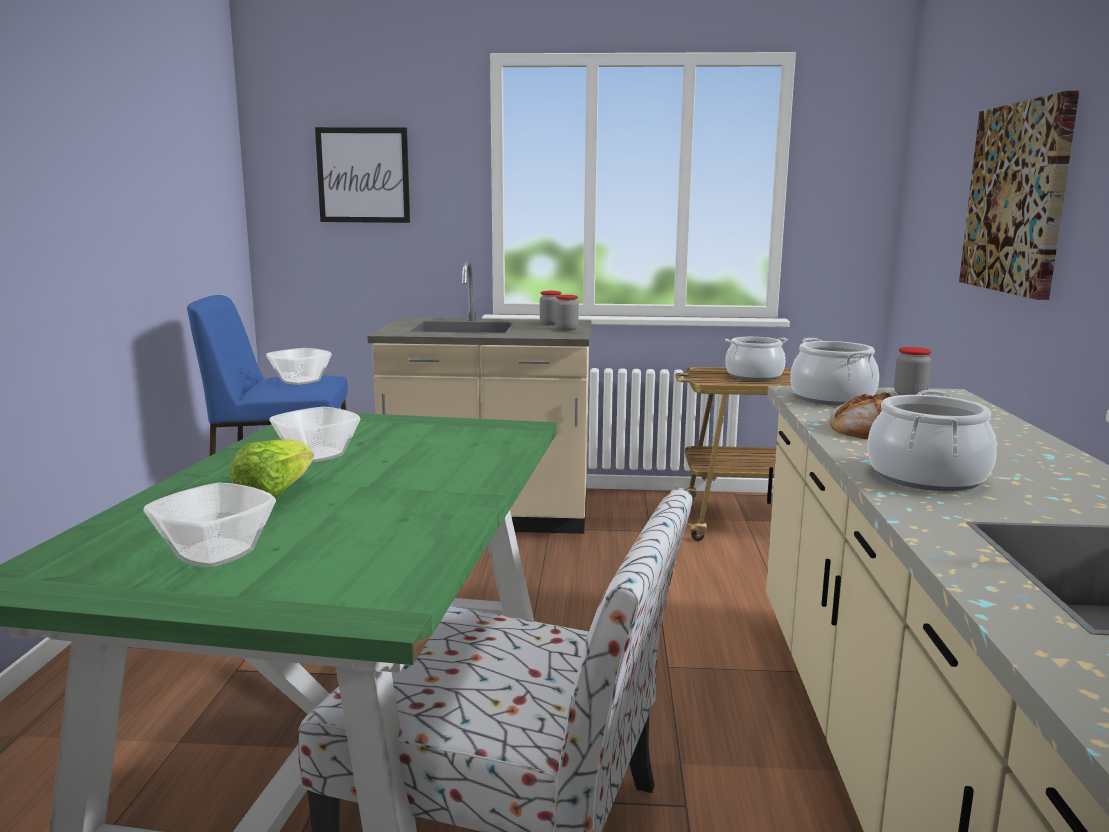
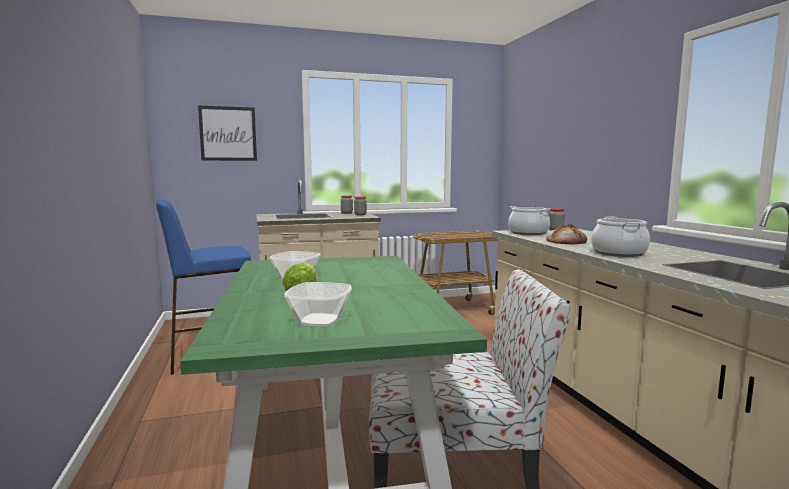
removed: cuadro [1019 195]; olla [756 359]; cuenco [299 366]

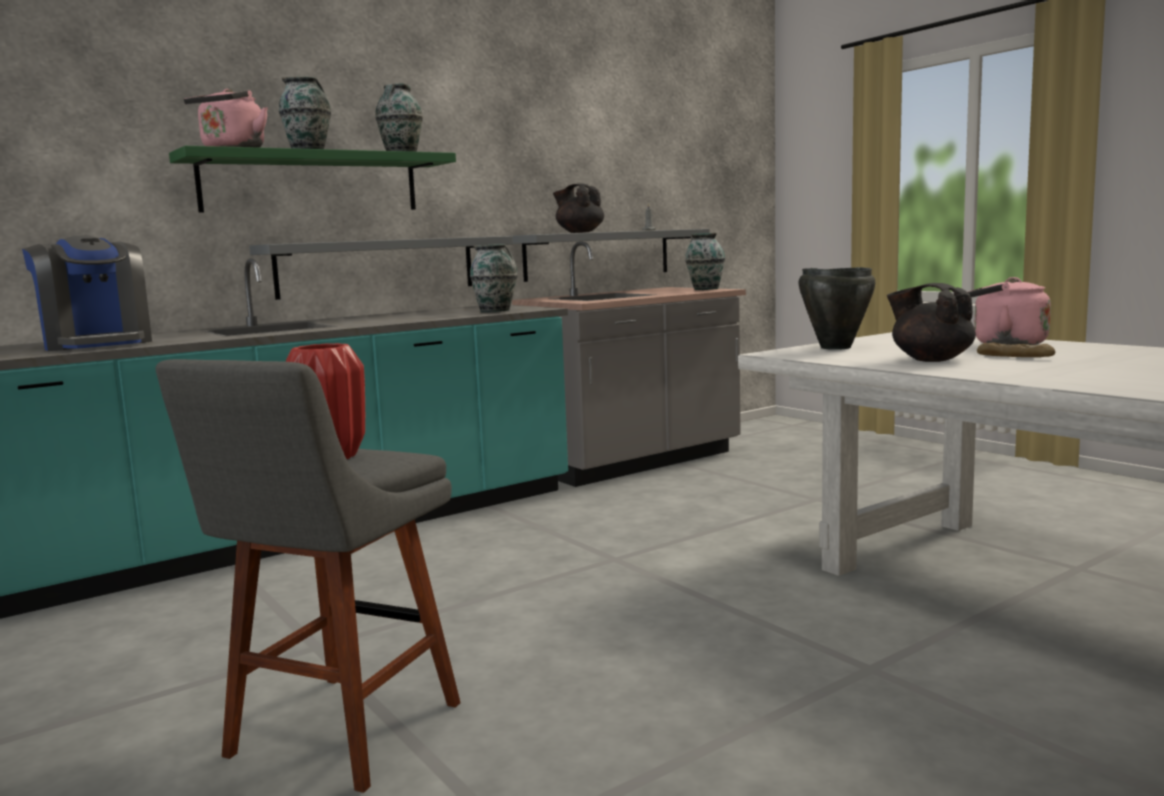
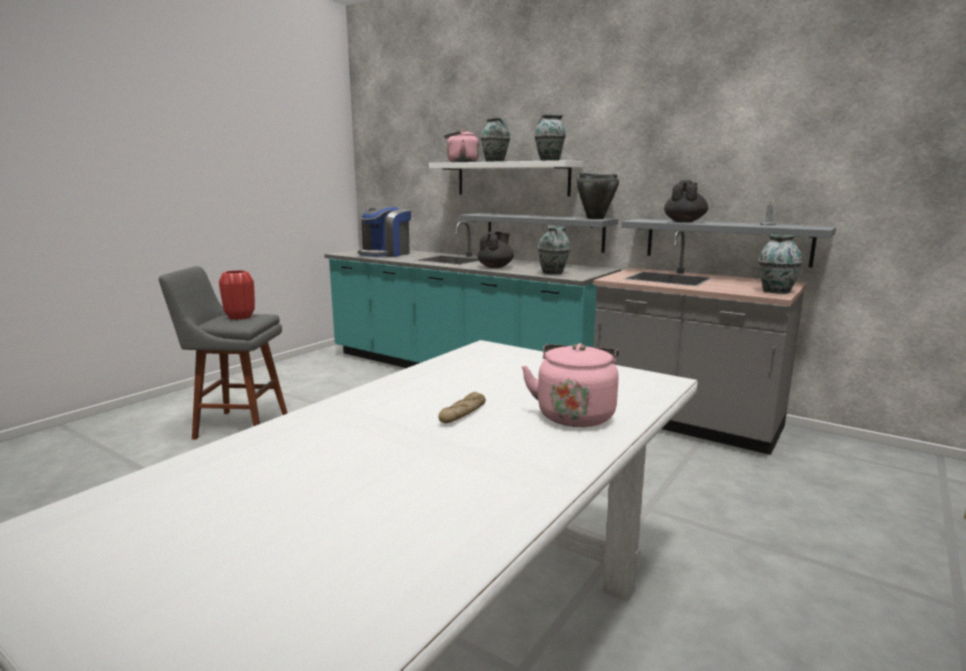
moved: olla [negro] [837 308] to [597 196]; tetera [negro] [931 322] to [495 249]
recoloured: estante [verde] [312 179] to estante [blanco] [506 178]

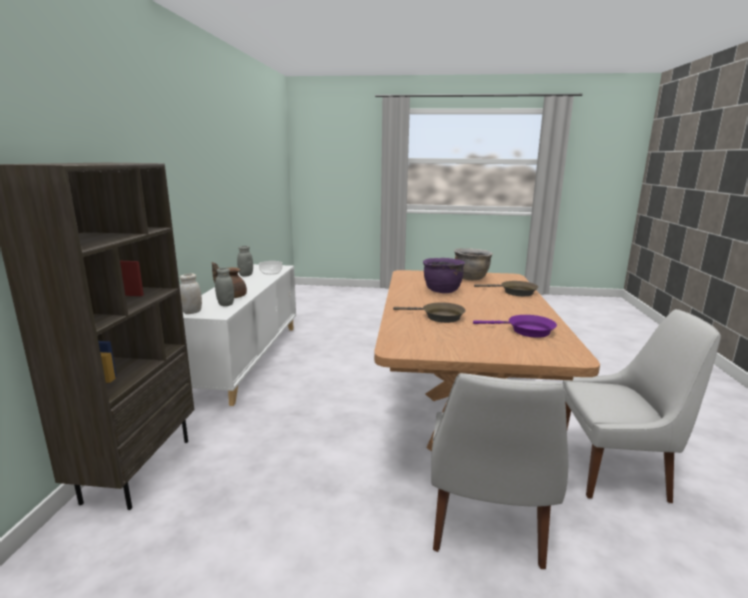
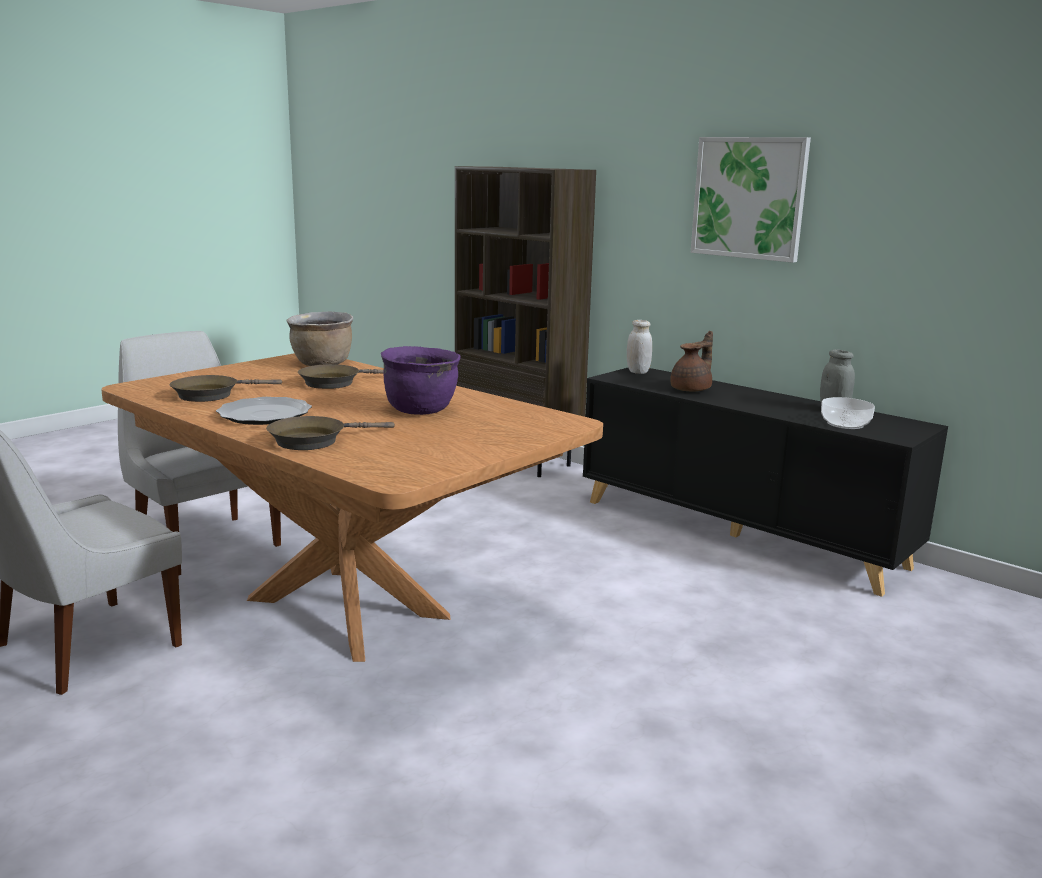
removed: tarro [gris] [224 287]
added: cuadro [751 200]; plato [264 411]
moved: olla [marrón] [473 264] to [319 338]
recoloured: armario [blanco] [239 335] to armario [negro] [765 482]; sartén [morado] [515 326] to sartén [marrón] [225 388]

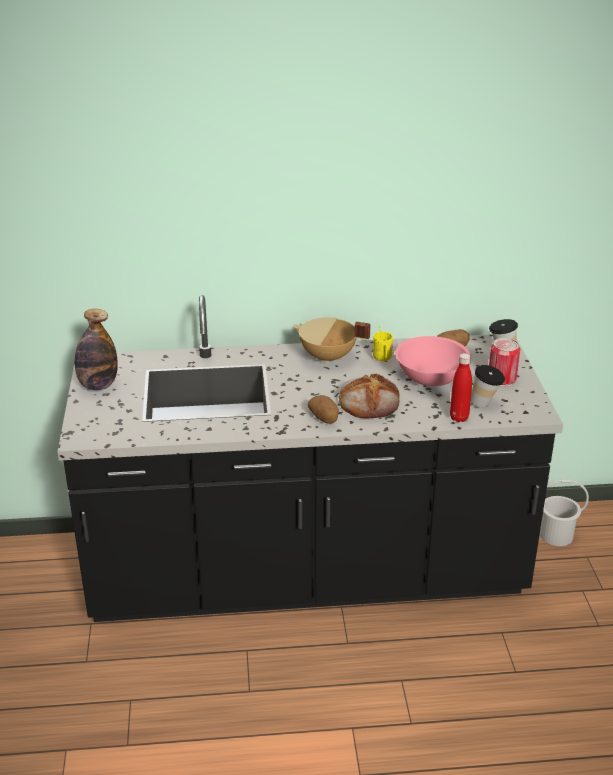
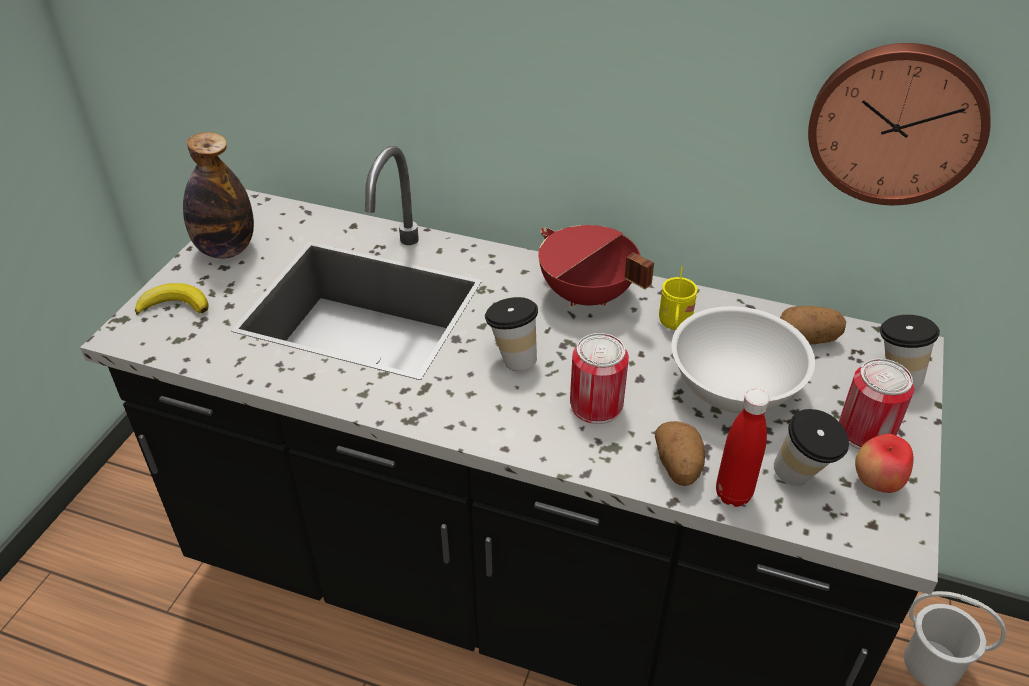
added: reloj de pared [899 124]; plátano [172 299]; taza [511 334]; manzana [884 463]
moved: patata [323 409] to [680 453]
replaced: pan [369 396] to lata [599 378]
recoloured: olla [beis] [332 340] to olla [rojo] [596 266]; cuenco [rosa] [433 361] to cuenco [blanco] [743 360]

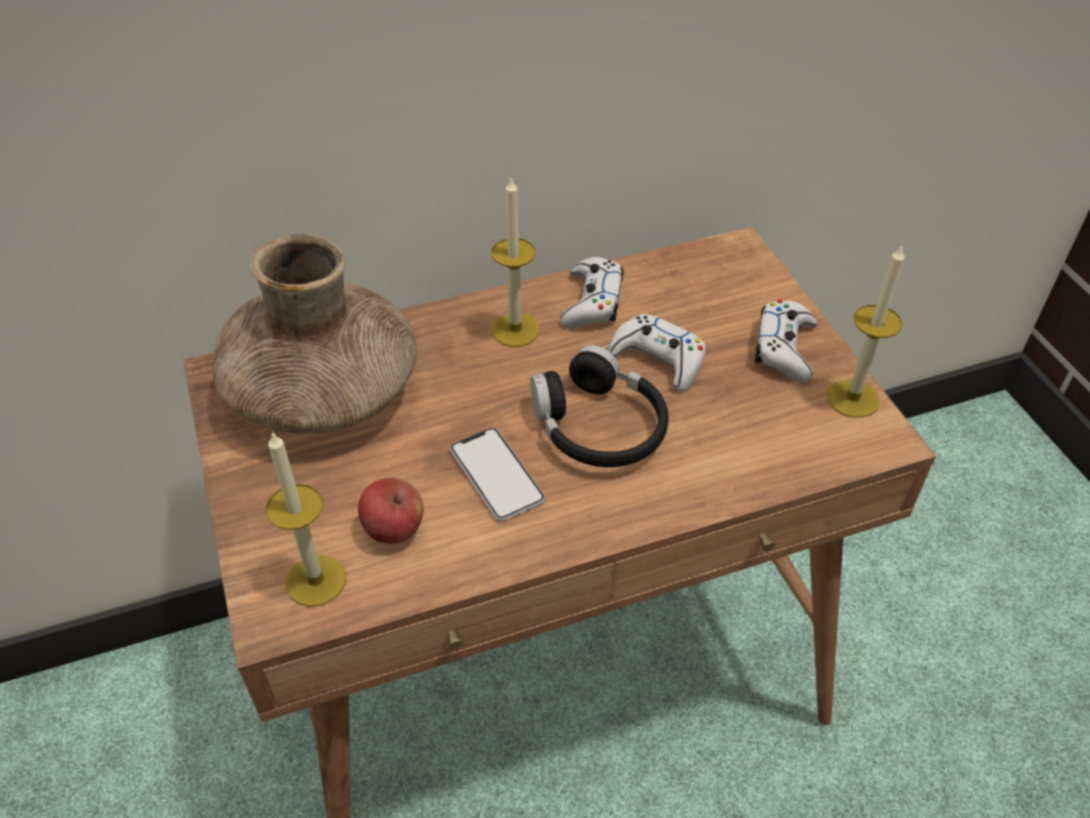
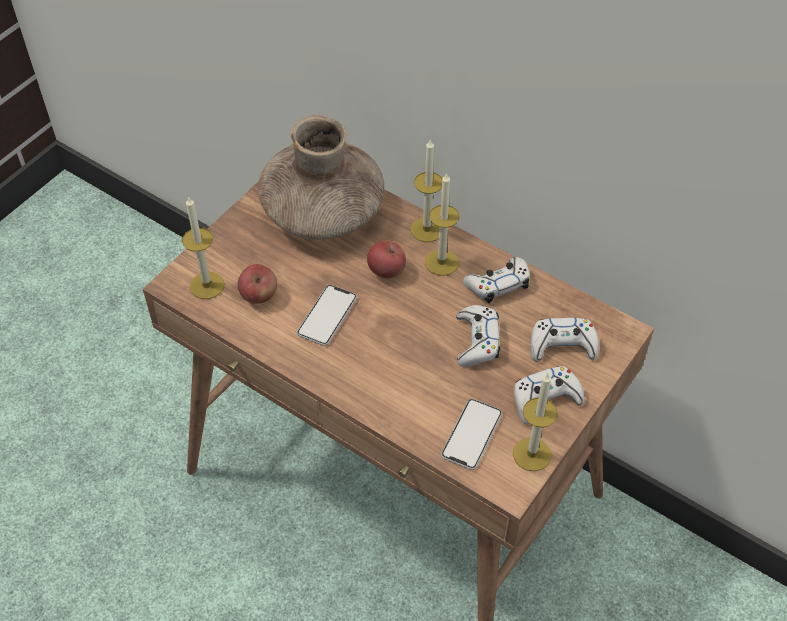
removed: auriculares [negro] [599 406]
added: vela [426 190]; manzana [386 259]; mando de consola [blanco] [564 340]; móvil [471 434]

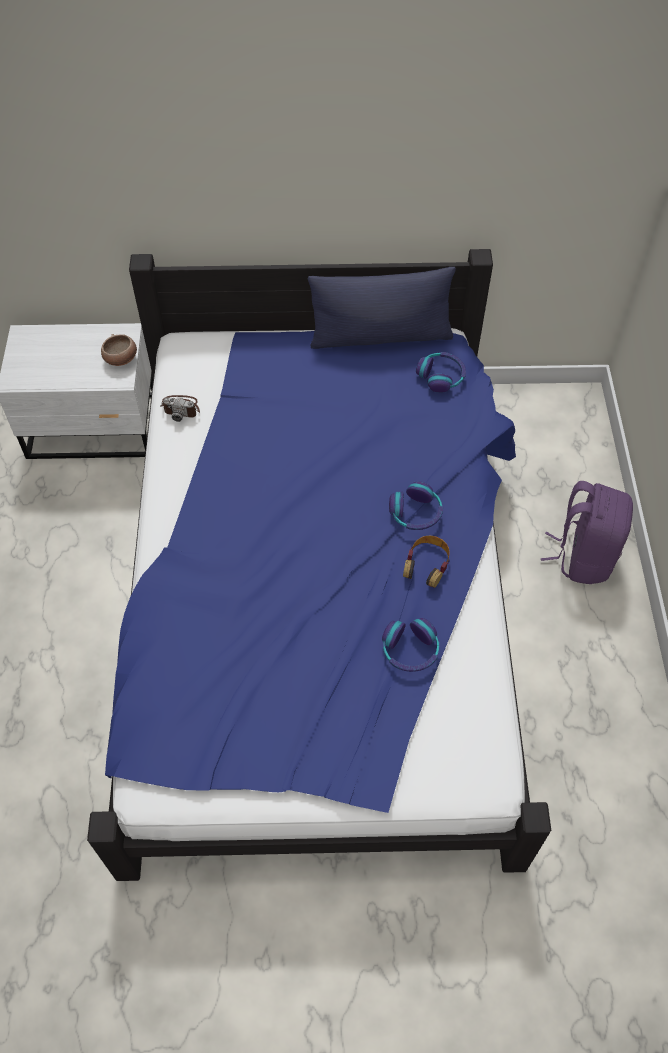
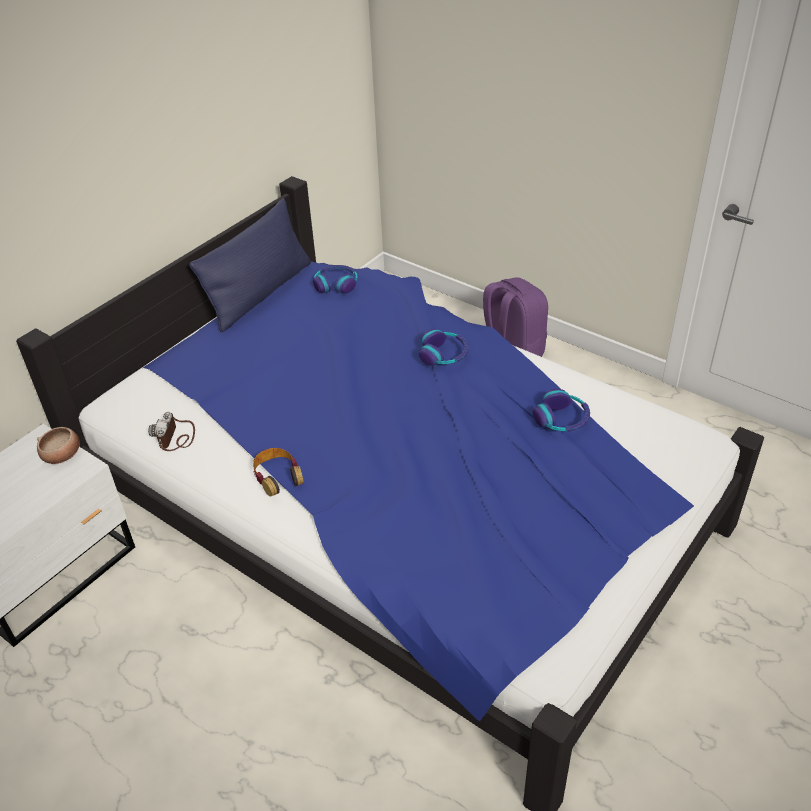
moved: auriculares [426 562] to [278 472]
turned: cámara [180 408] = [171 431] 135 degrees clockwise

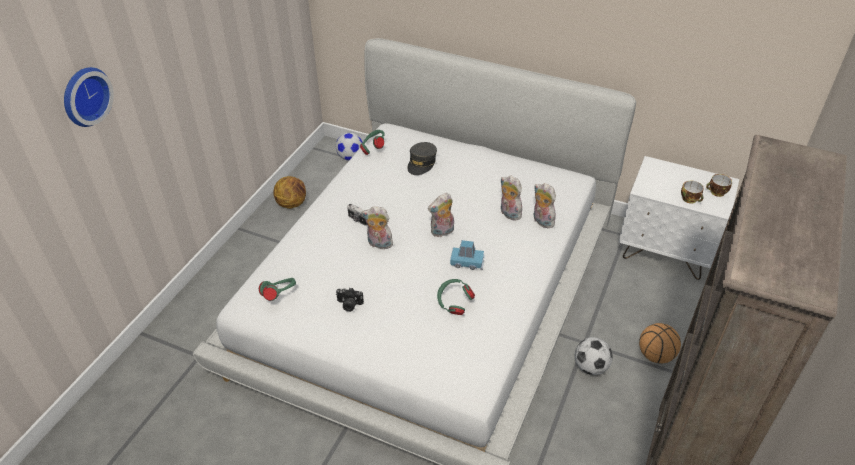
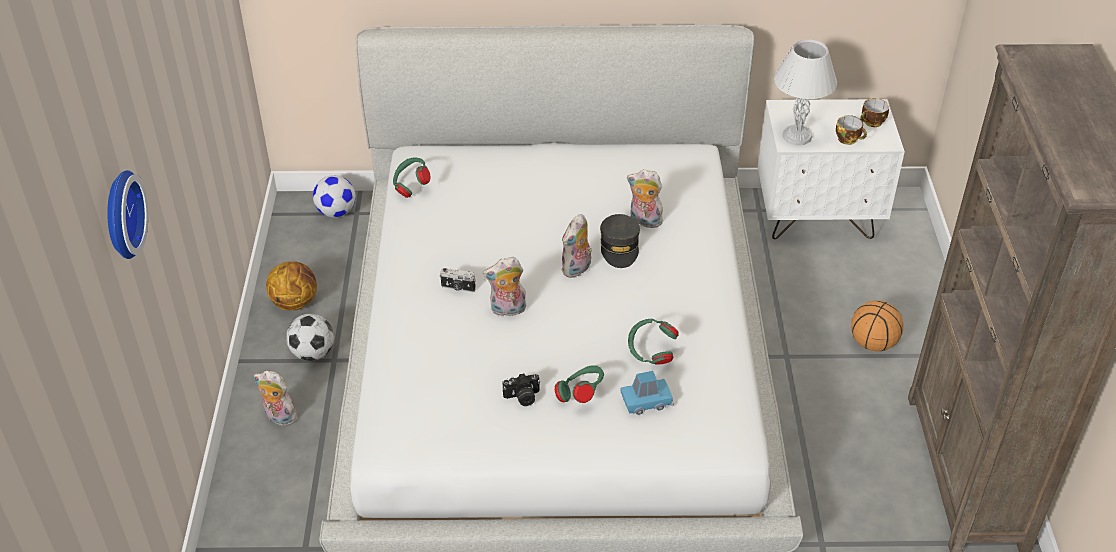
added: lámpara de mesa [blanco] [805 92]
moved: gorra [gris] [422 158] to [620 241]; peluche [545 205] to [276 398]; coche de juguete [azul] [467 255] to [647 393]; auriculares [verde] [277 289] to [579 384]; balón de fútbol [594 356] to [310 337]

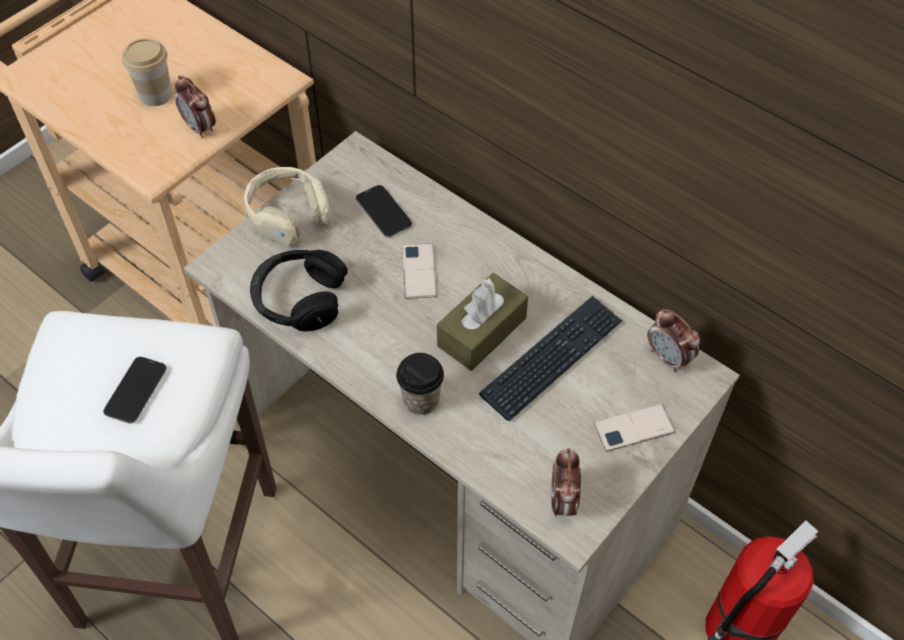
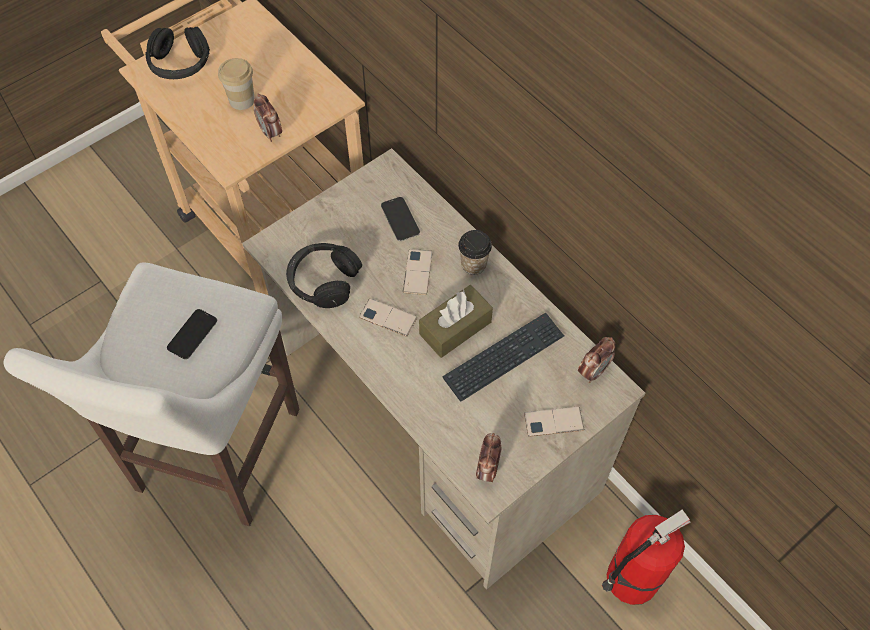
removed: auriculares [beis] [287 206]
added: auriculares [negro] [178 53]; móvil [388 317]
moved: taza [420 384] to [475 252]
turned: despertador [673 340] = [597 360] 105 degrees counterclockwise

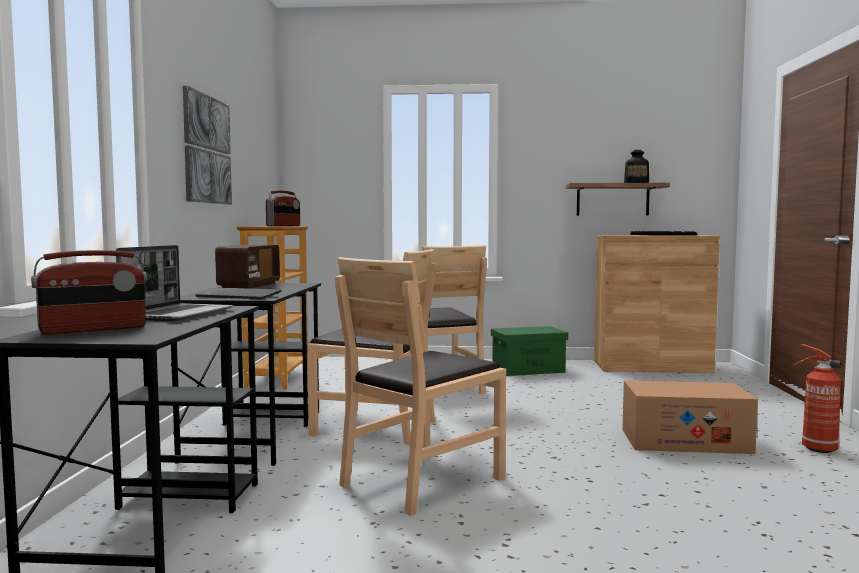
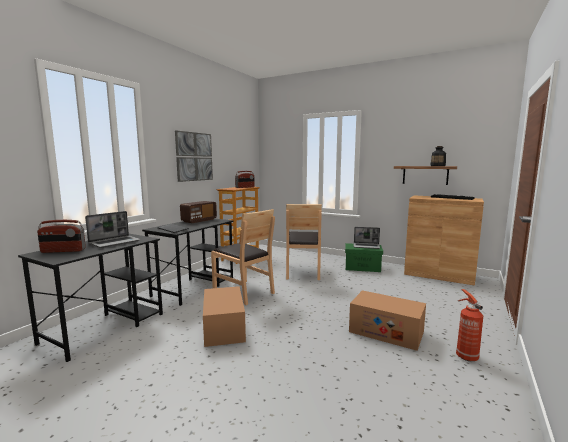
added: portátil [366 238]
replaced: silla [marrón] [420 386] to caja de cartón [224 316]

